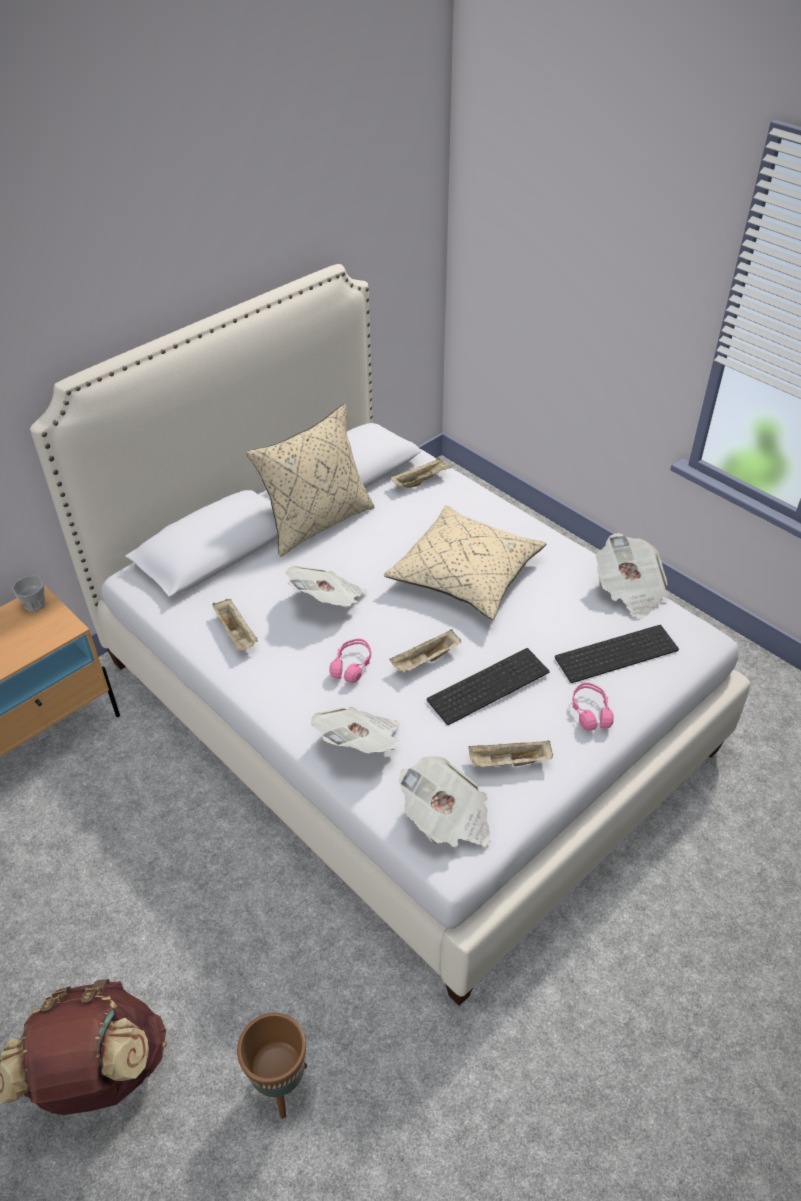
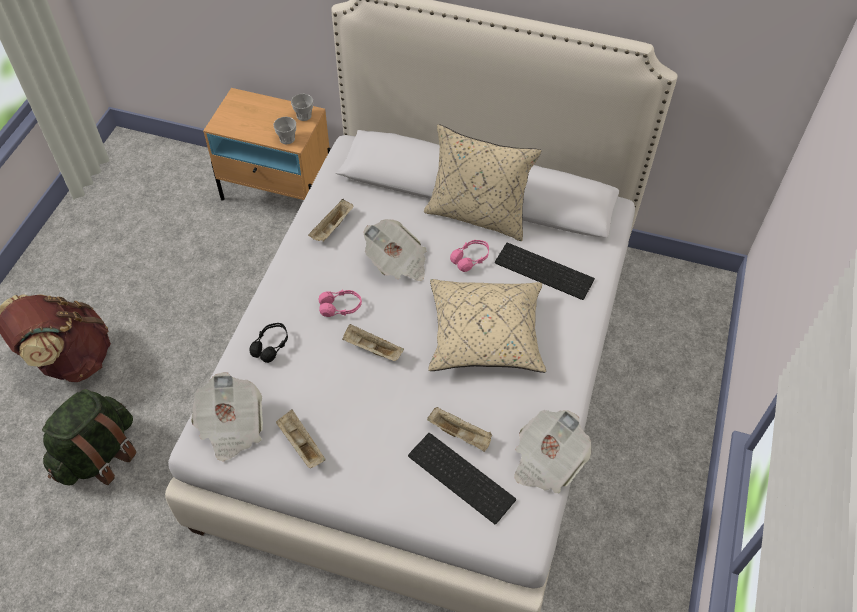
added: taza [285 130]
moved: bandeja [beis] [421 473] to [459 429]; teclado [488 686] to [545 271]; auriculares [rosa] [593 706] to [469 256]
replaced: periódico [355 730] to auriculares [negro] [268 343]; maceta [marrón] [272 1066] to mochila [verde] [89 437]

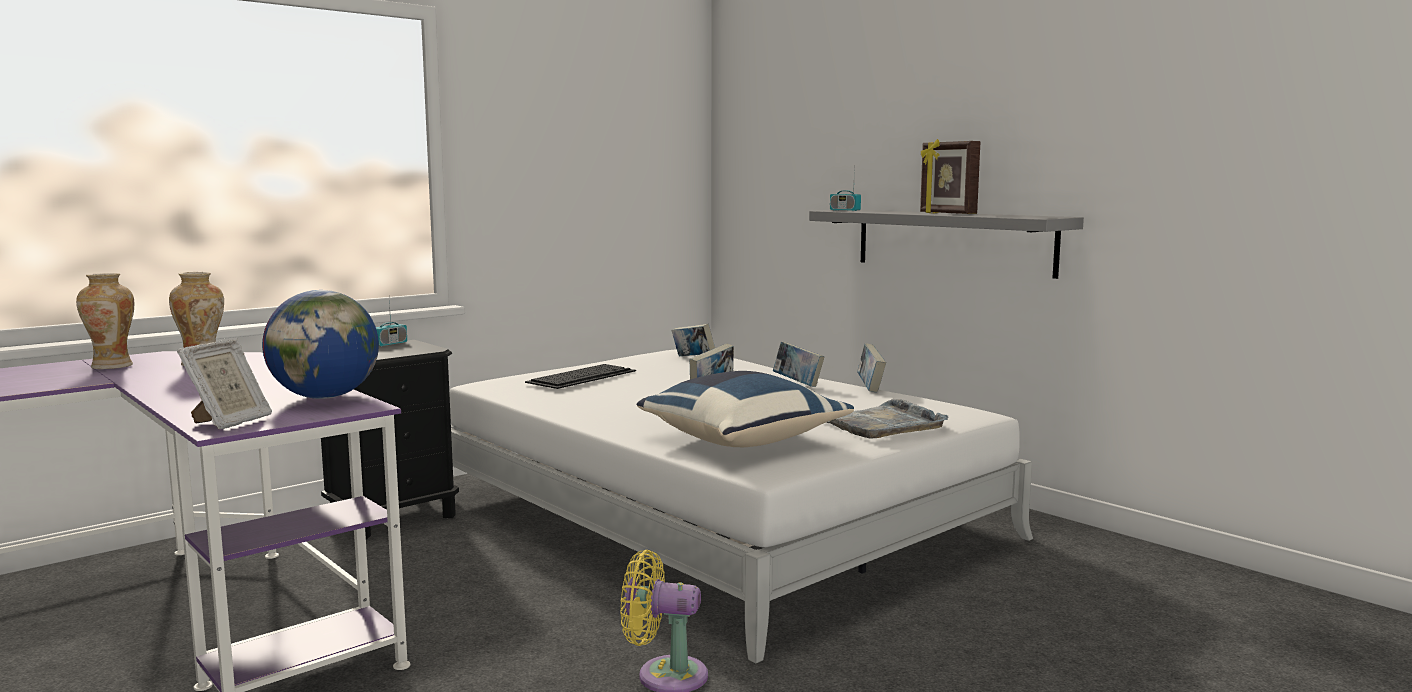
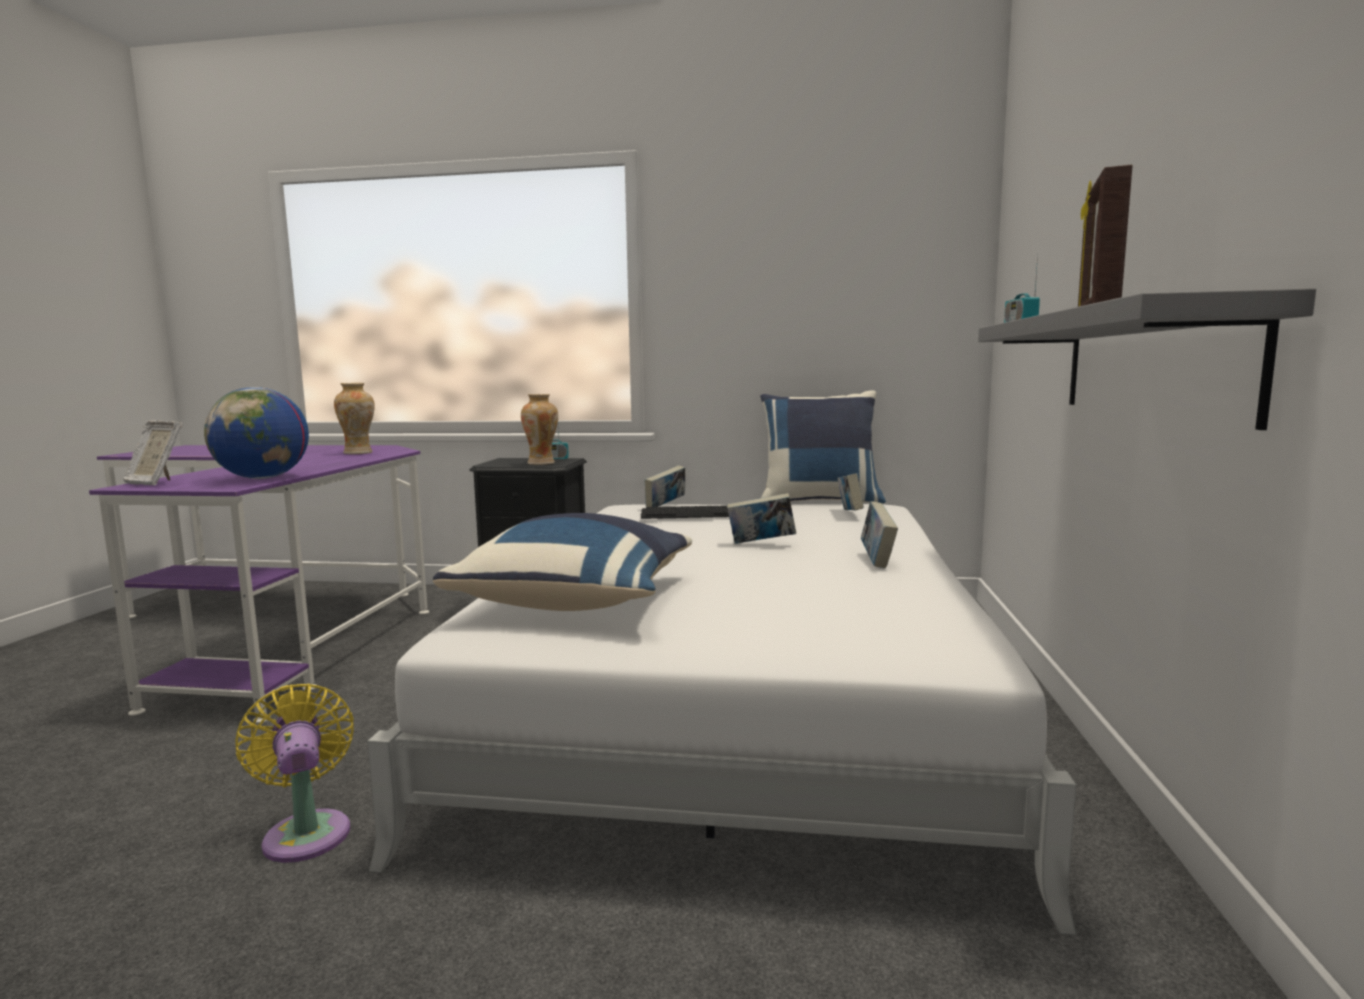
removed: bandeja [gris] [888 419]
added: cojín [azul] [823 447]
moved: florero [105 321] to [539 429]; libro [871 367] to [665 486]
turned: portarretratos [224 384] = [153 452] 45 degrees clockwise

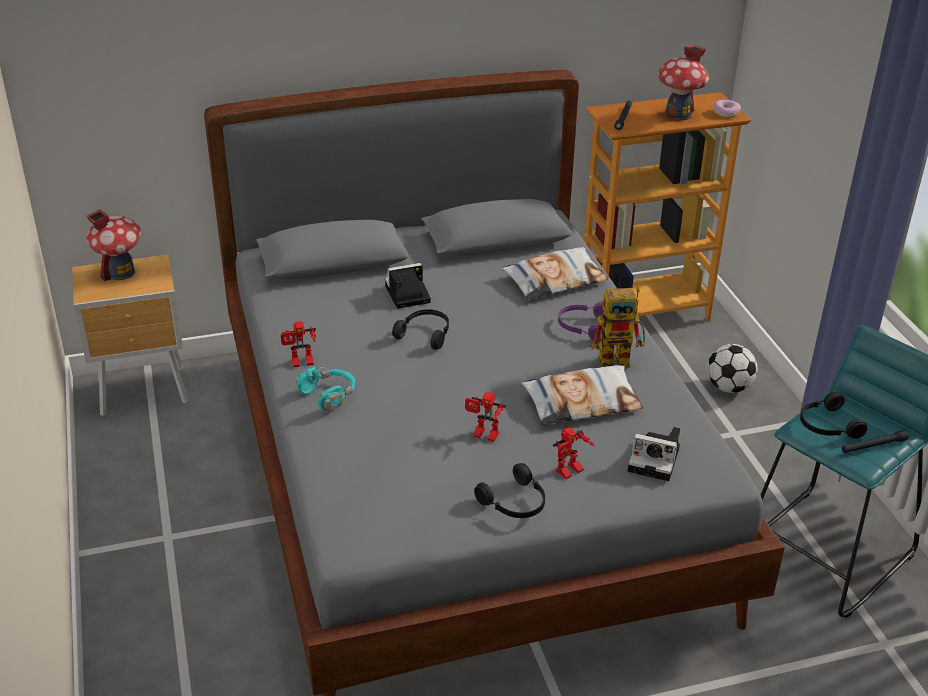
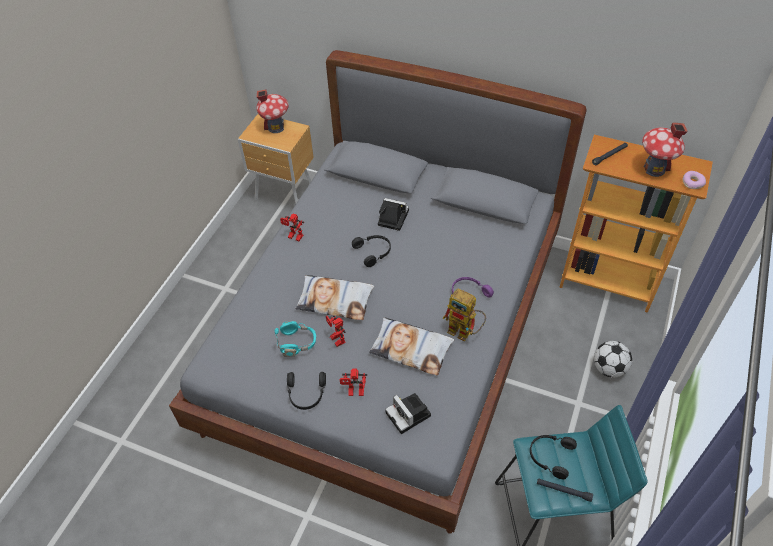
moved: cojín [555 273] to [335 297]; auriculares [turquesa] [325 389] to [295 339]

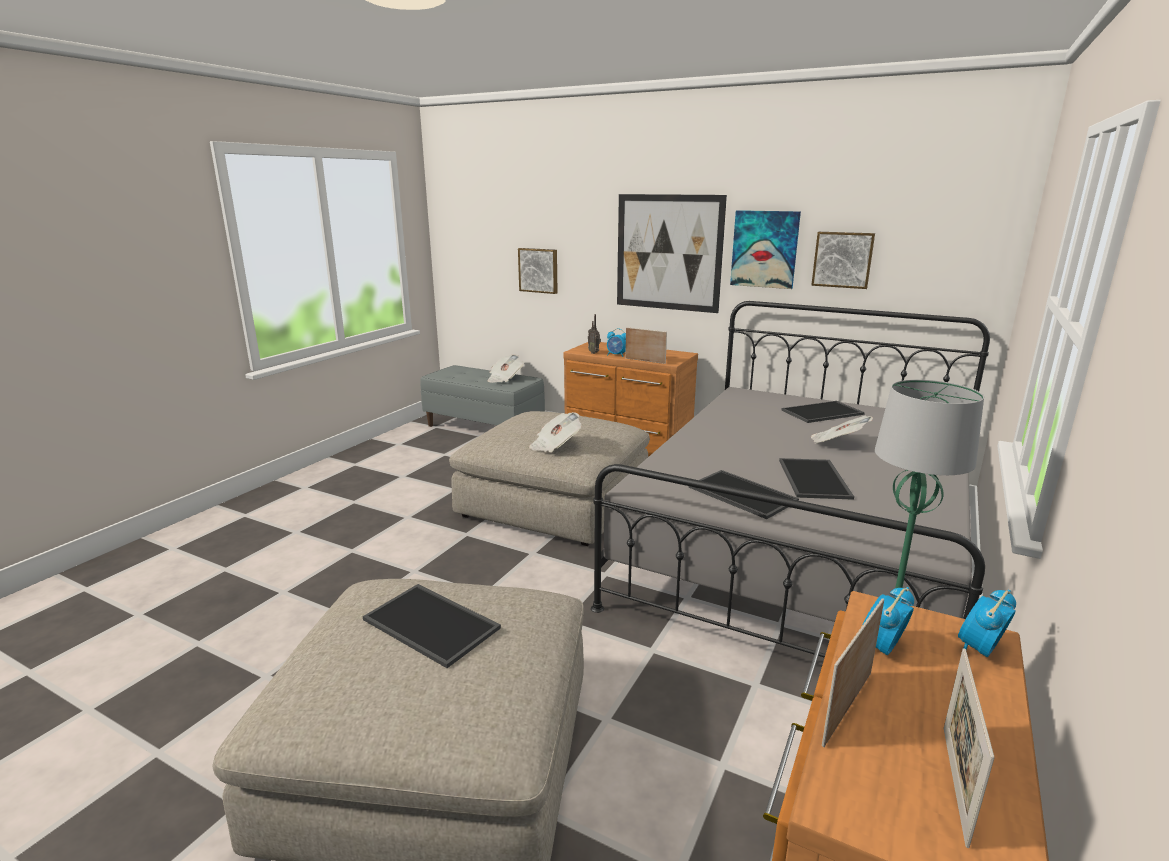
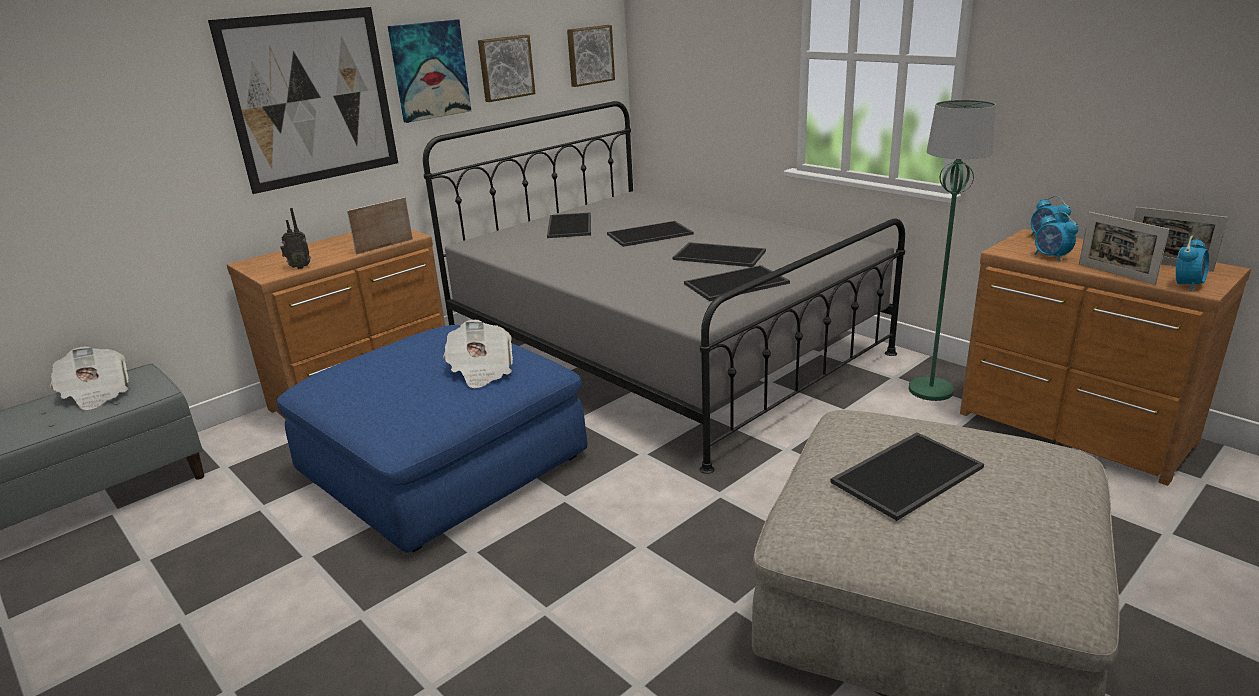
moved: cuadro [538 271] to [591 56]; despertador [616 342] to [1192 264]
replaced: periódico [842 430] to bandeja [650 234]
recoloured: puf [beis] [549 478] to puf [azul] [432 439]

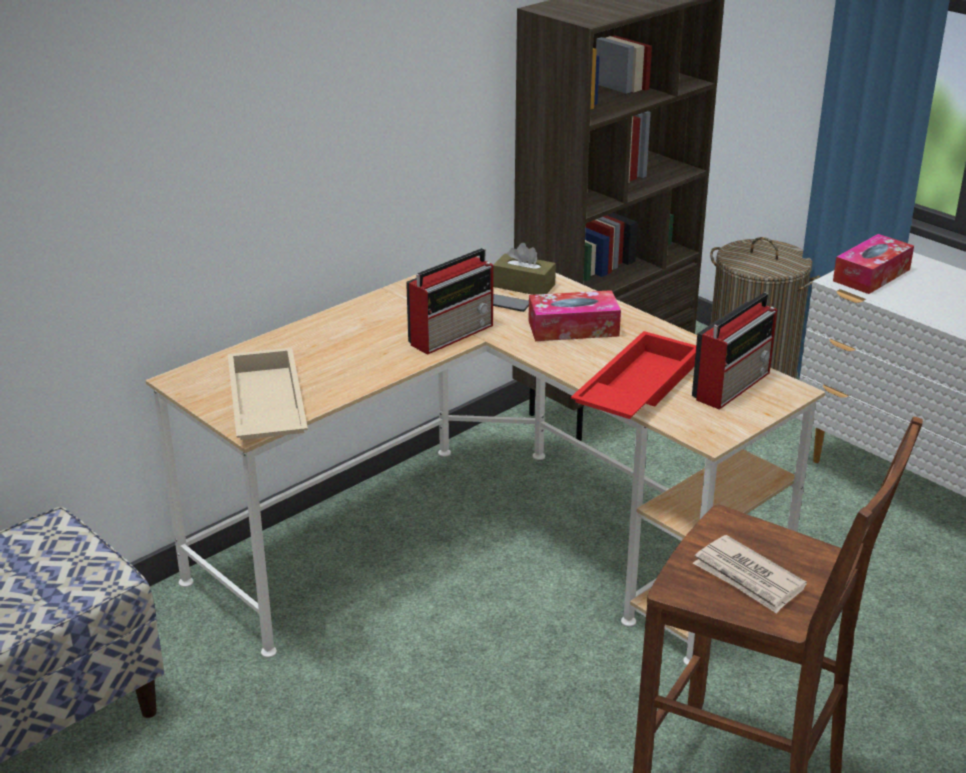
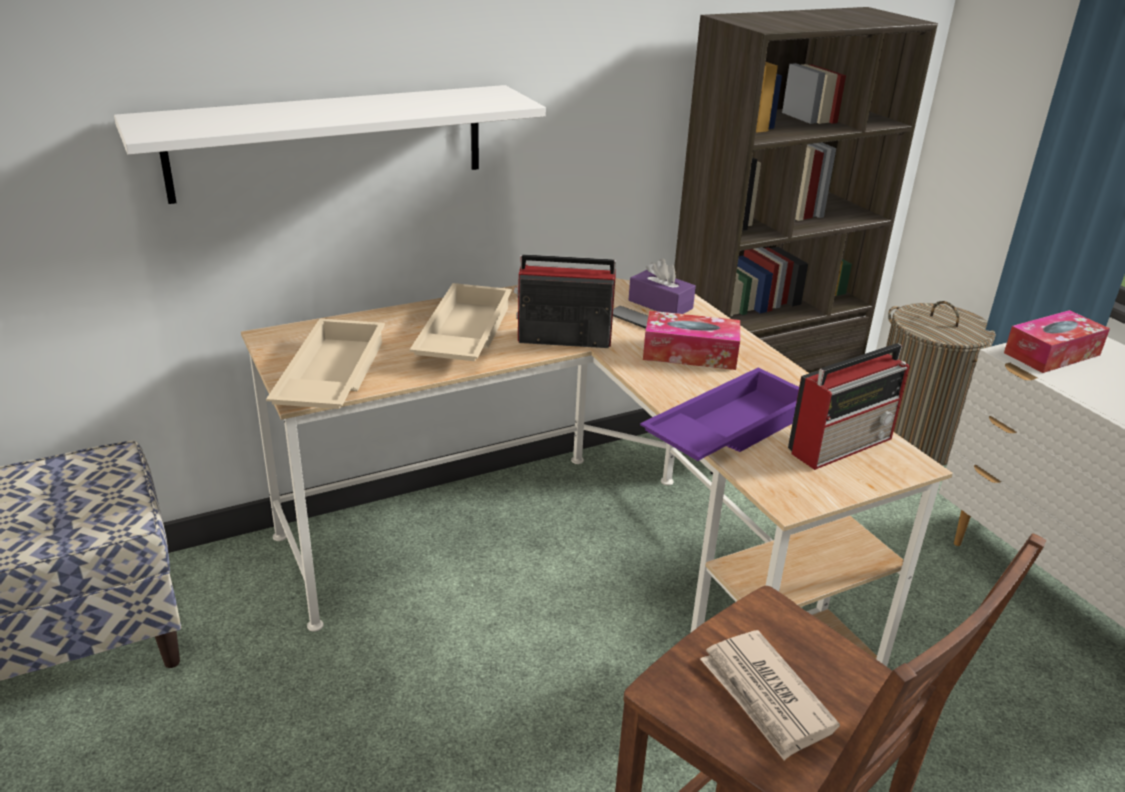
added: estante [blanco] [330 144]; bandeja [beis] [461 322]
recoloured: caja de pañuelos [marrón] [524 269] to caja de pañuelos [morado] [662 286]; bandeja [rojo] [633 375] to bandeja [morado] [719 414]
turned: radio [449 301] = [564 301] 150 degrees counterclockwise

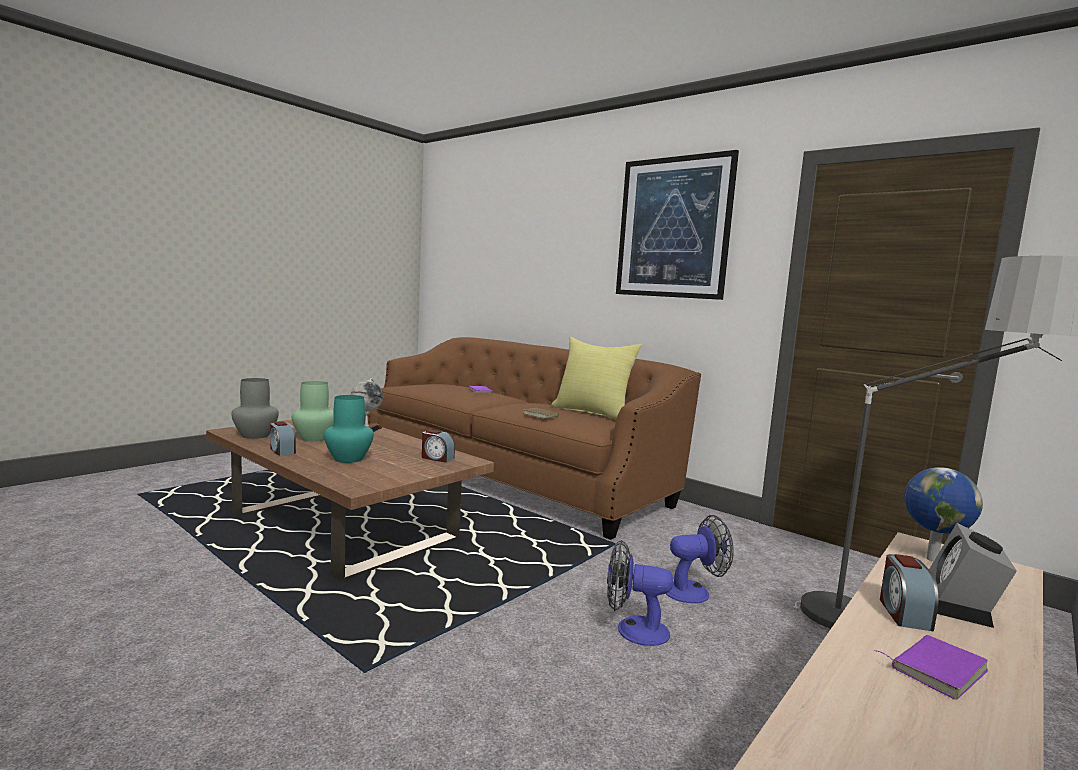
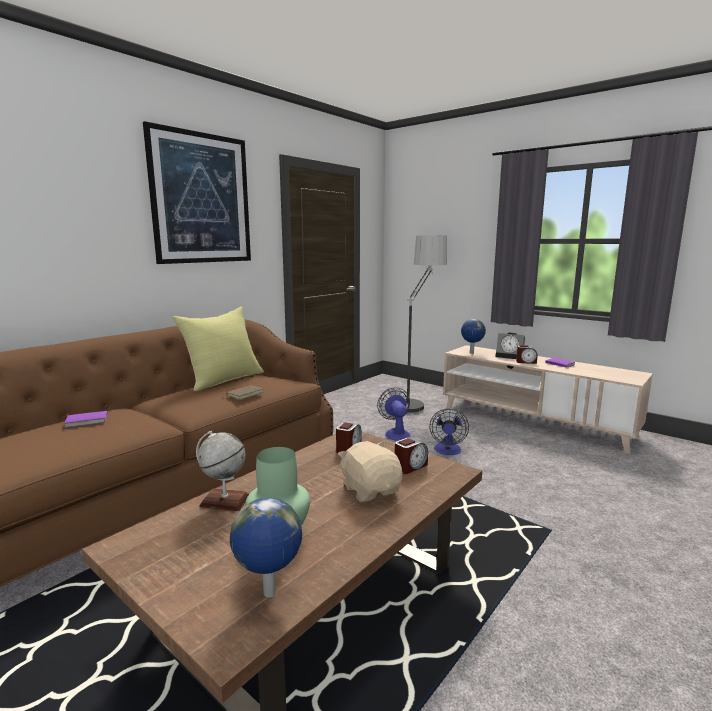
moved: despertador [283 438] to [411 455]
replaced: florero [gris] [255 408] to globo terráqueo [266 547]; florero [turquesa] [349 429] to peluche [beis] [370 472]

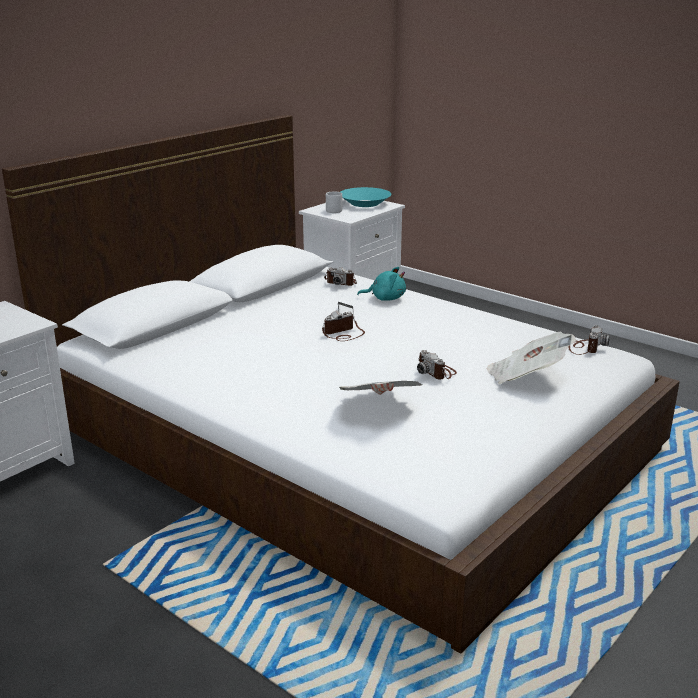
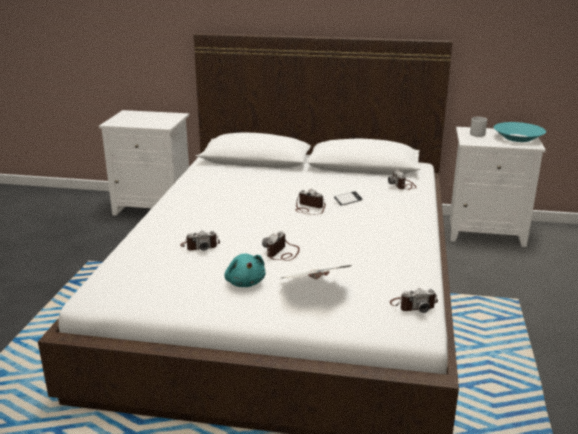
moved: peluche [turquesa] [381 284] to [244 270]
replaced: periódico [380 388] to cámara [200 241]

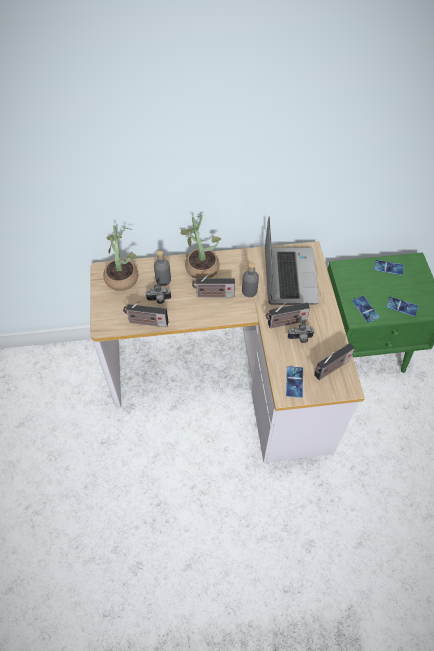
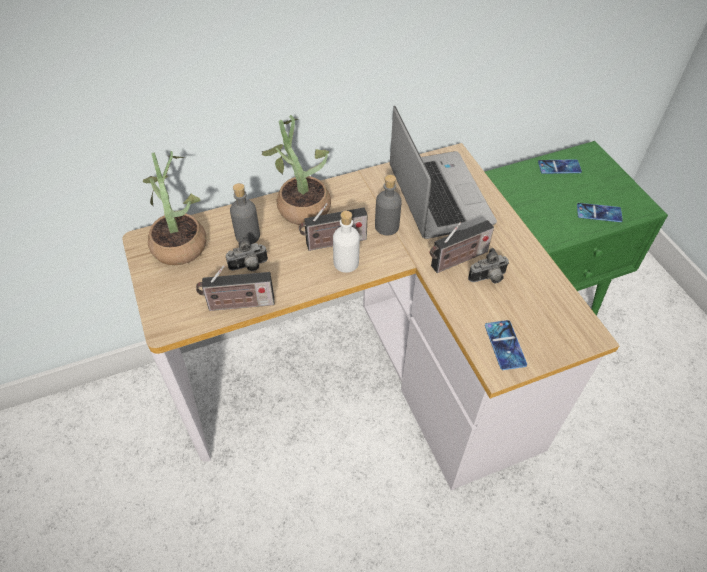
removed: móvil [365 309]; radio [334 361]
added: botella [blanco] [346 242]

